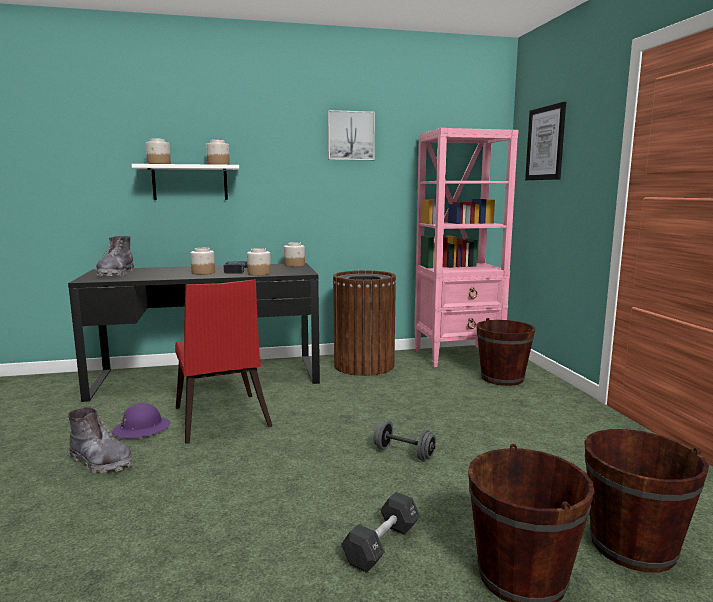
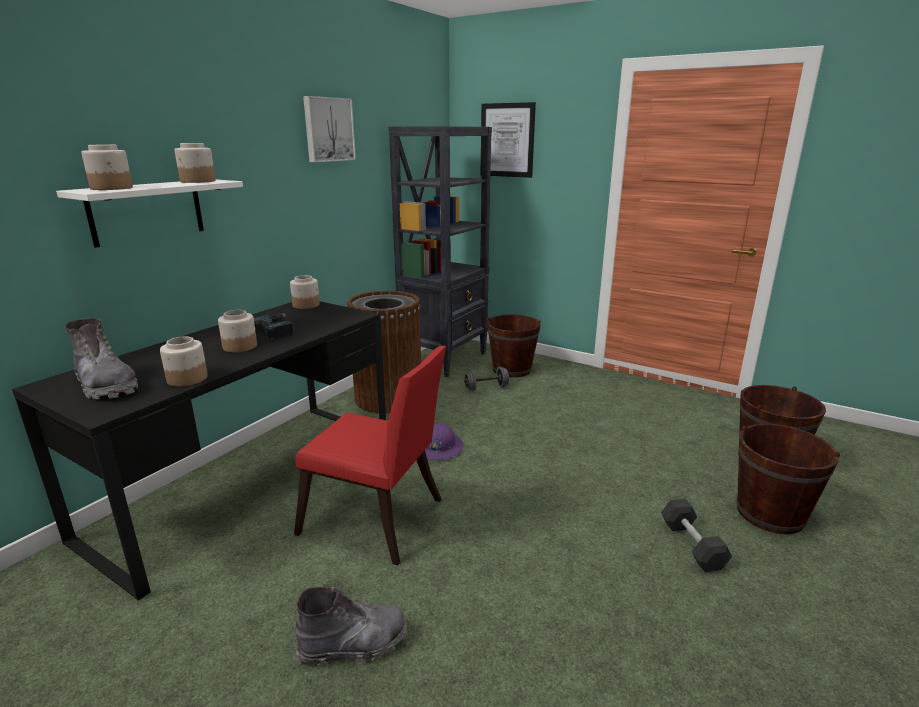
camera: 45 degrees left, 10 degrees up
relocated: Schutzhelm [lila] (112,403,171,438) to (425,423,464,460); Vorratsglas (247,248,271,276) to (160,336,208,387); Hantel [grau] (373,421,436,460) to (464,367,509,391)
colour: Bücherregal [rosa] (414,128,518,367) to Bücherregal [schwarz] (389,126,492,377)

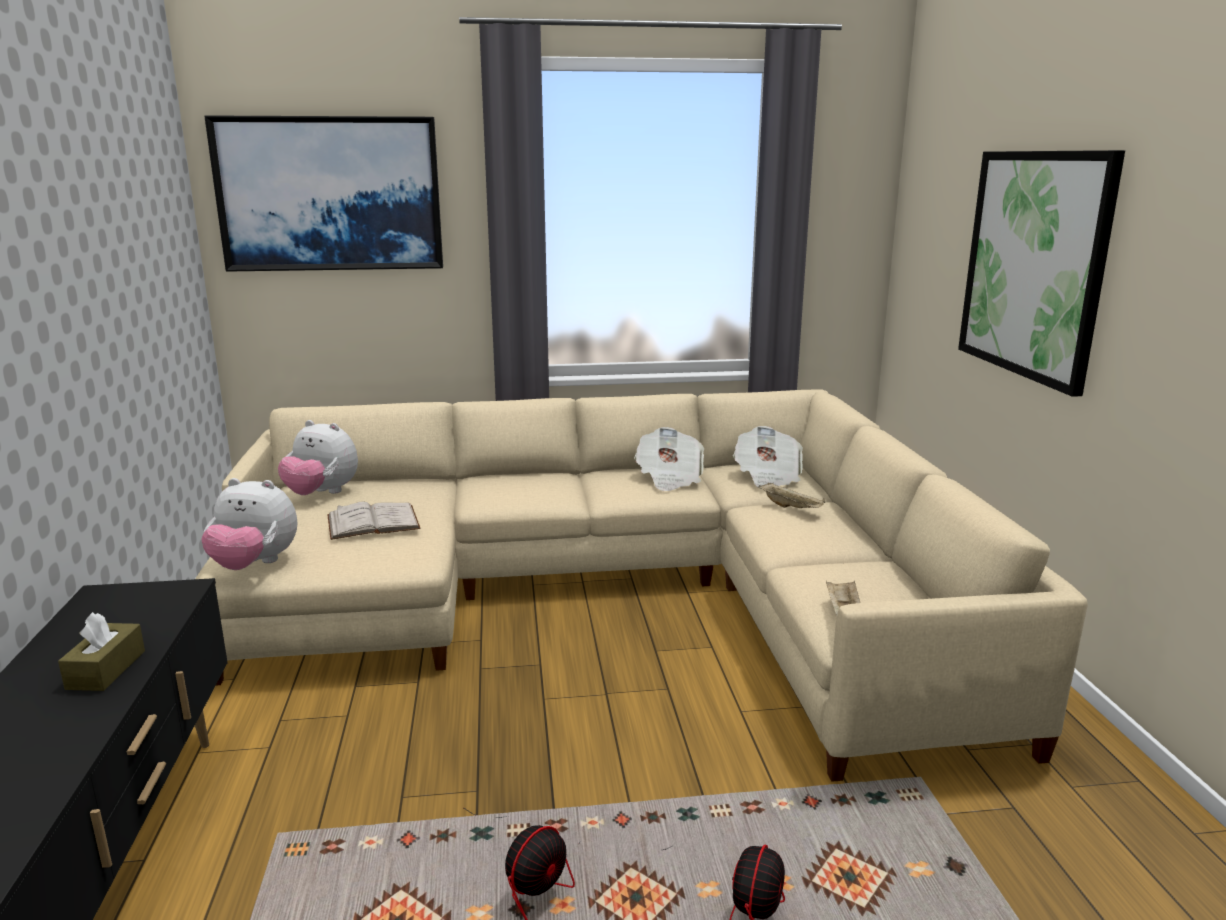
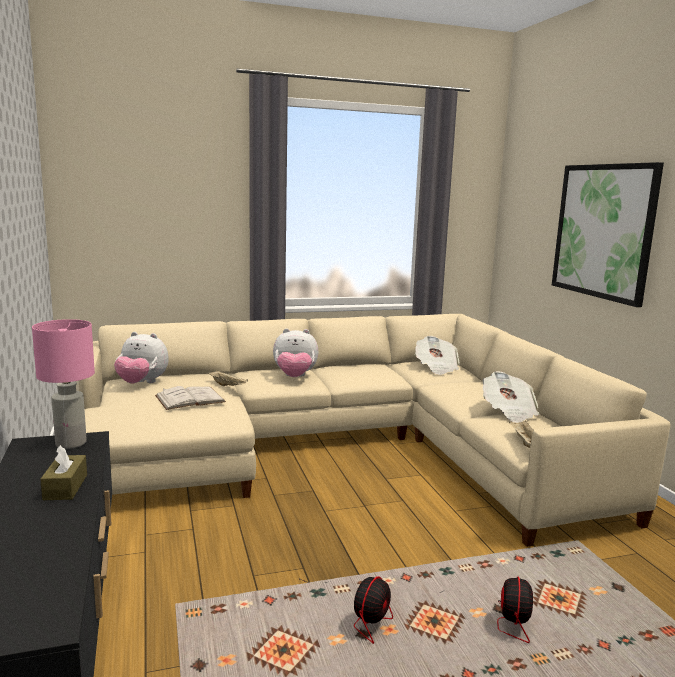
camera: 10 degrees left, 5 degrees down
missing: Bild (204,115,443,272)
appeared: Tischlampe [rosa] (32,319,95,449)
relocated: Plüschtier (201,478,298,570) to (273,328,318,377); Zeitung (634,427,704,491) to (482,371,539,423); Tablett [beige] (758,482,825,508) to (208,370,248,386)

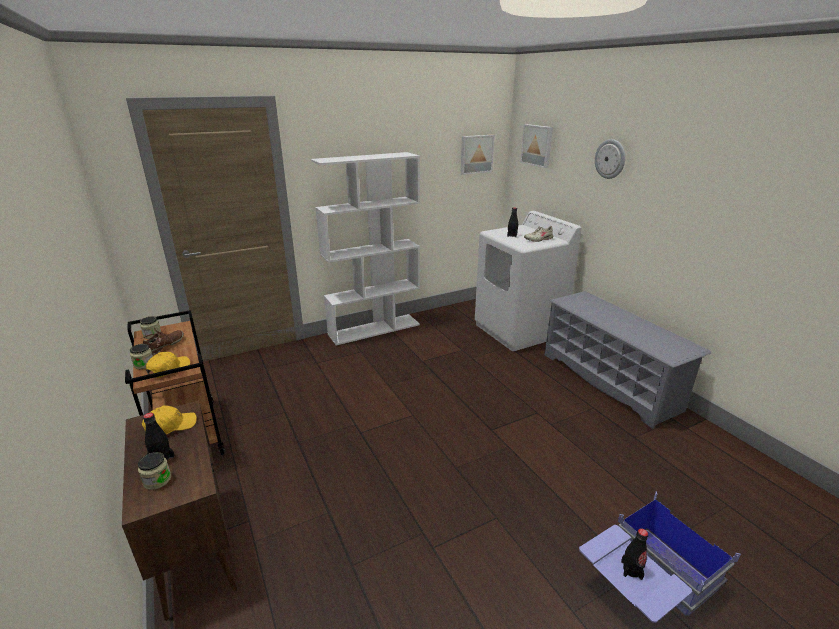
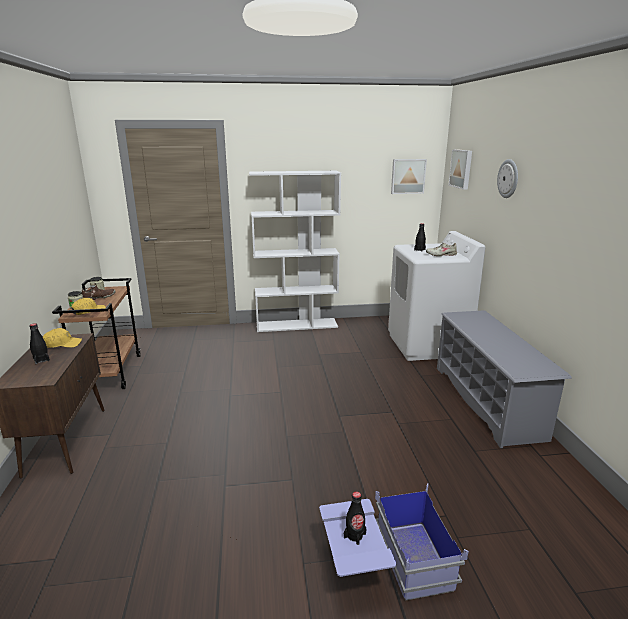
camera: 20 degrees right, 5 degrees down
missing: Vorratsglas (138,452,171,490)

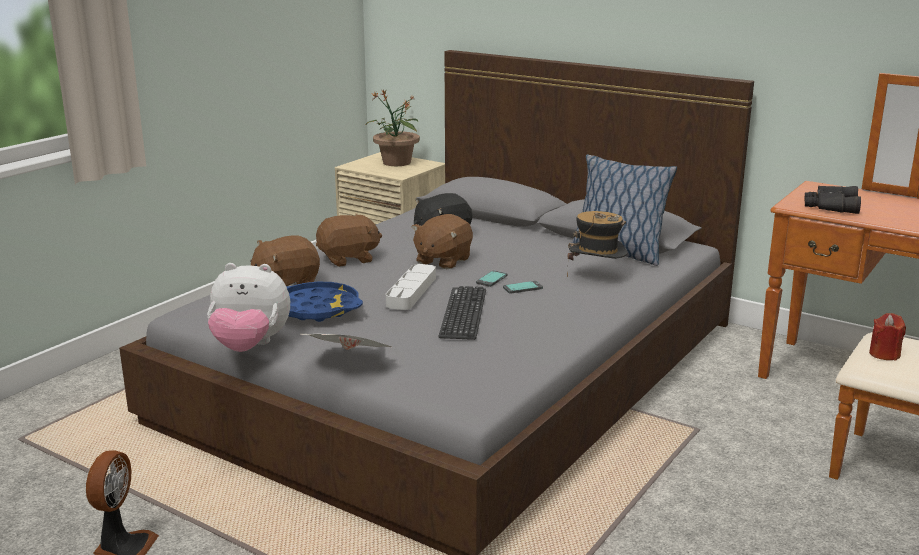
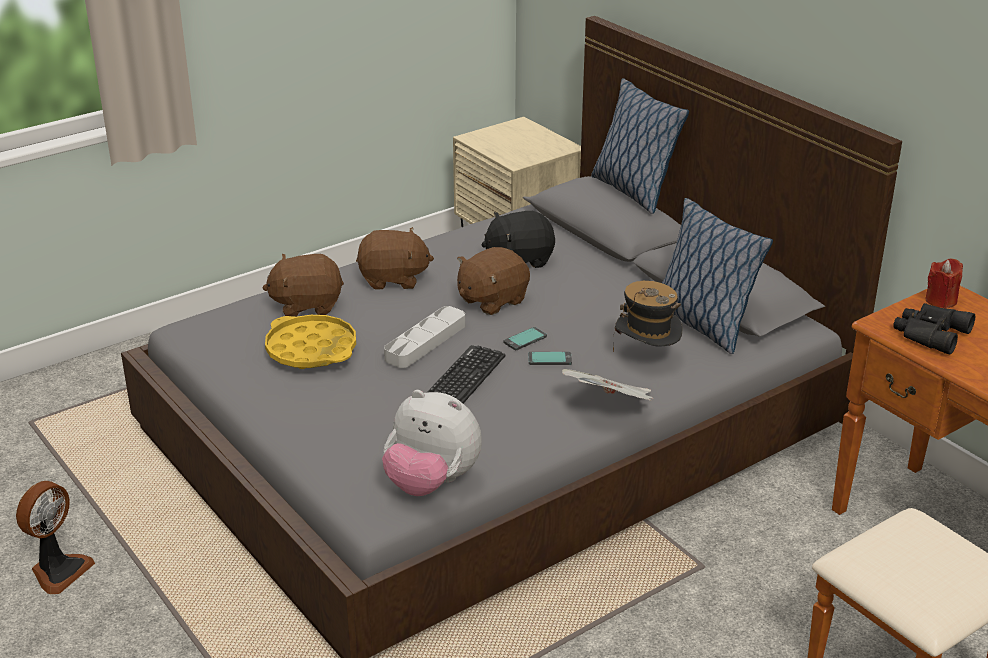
camera: 20 degrees right, 10 degrees up
missing: Topfpflanze (365,89,420,166)
appeared: Kissen (591,78,689,214)
relocated: Plüschtier (207,263,290,352) to (382,390,482,496); Zeitung (301,333,391,350) to (562,369,653,401); Kerze [rot] (869,313,906,360) to (925,258,963,309)
colour: Tablett [blau] (286,282,363,322) to Tablett [gelb] (265,315,356,369)

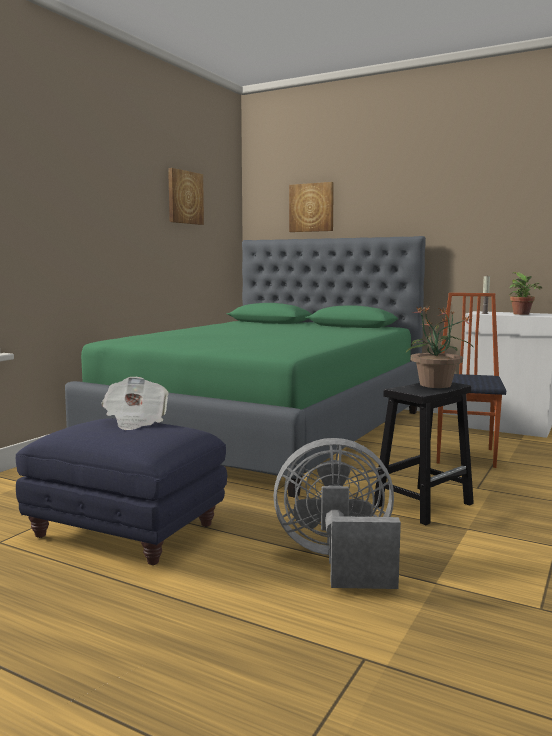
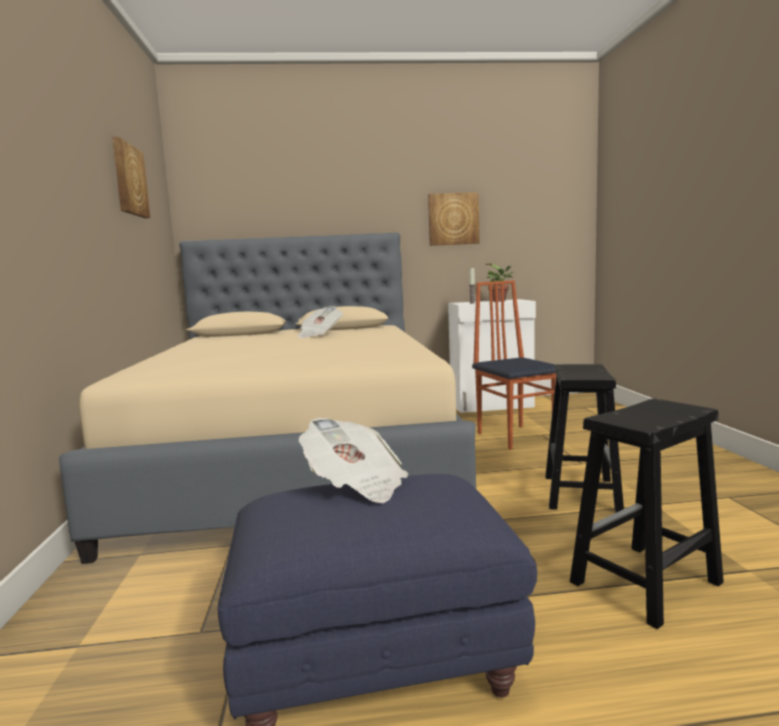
camera: 35 degrees left, 0 degrees up
missing: Topfpflanze (406,307,474,388)
appeared: Zeitung (297,306,343,338)
relocated: Bild (289,182,334,232) to (428,192,480,246)
exchanged: Ventilator [grau] (274,438,401,589) to Hocker [schwarz] (570,399,724,629)
colour: Bett [grün] (65,236,426,498) to Bett [beige] (59,233,476,564)

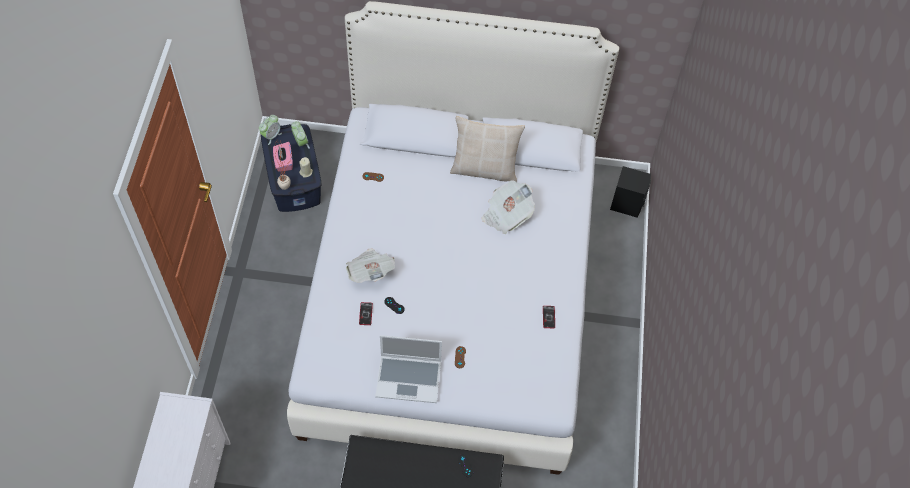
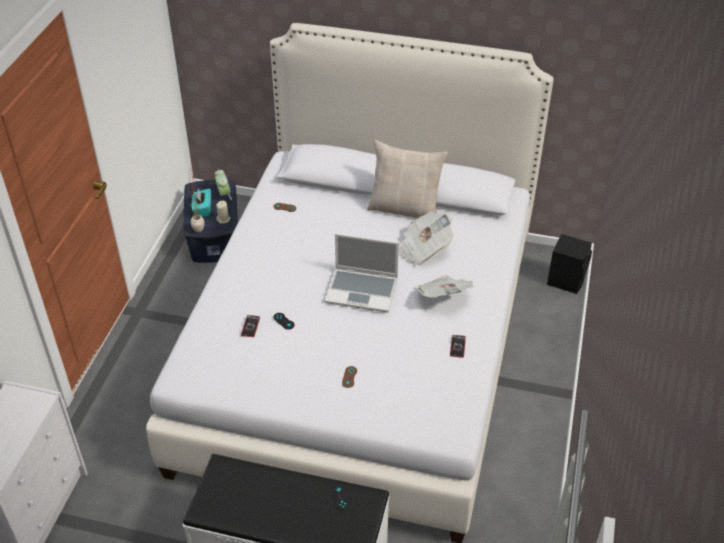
camera: 10 degrees right, 15 degrees down
missing: Wecker (259,115,282,145)
relocated: Zeitung (346,248,395,283) to (417,275,474,298); Laptop (375,335,442,403) to (325,234,399,313)
colour: Taschentuchbox [rosa] (273,142,293,172) to Taschentuchbox [türkis] (192,188,211,217)

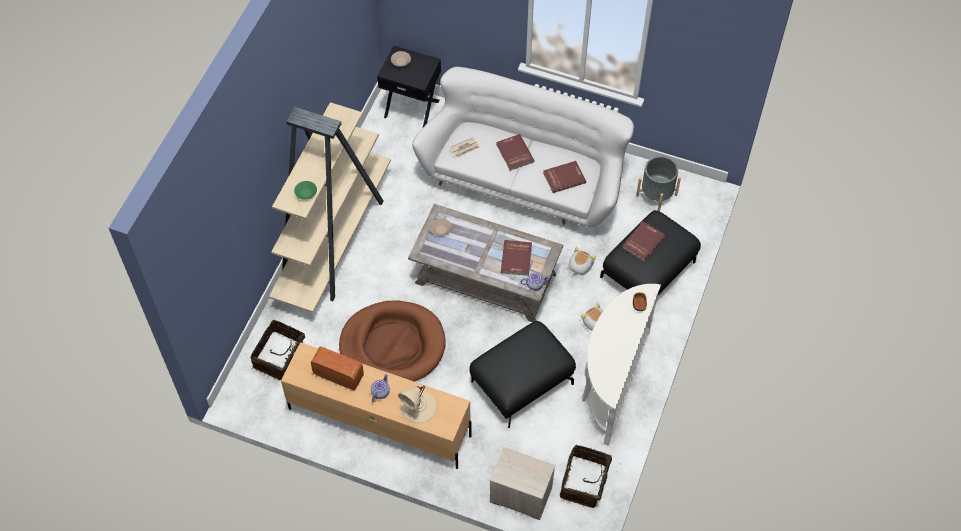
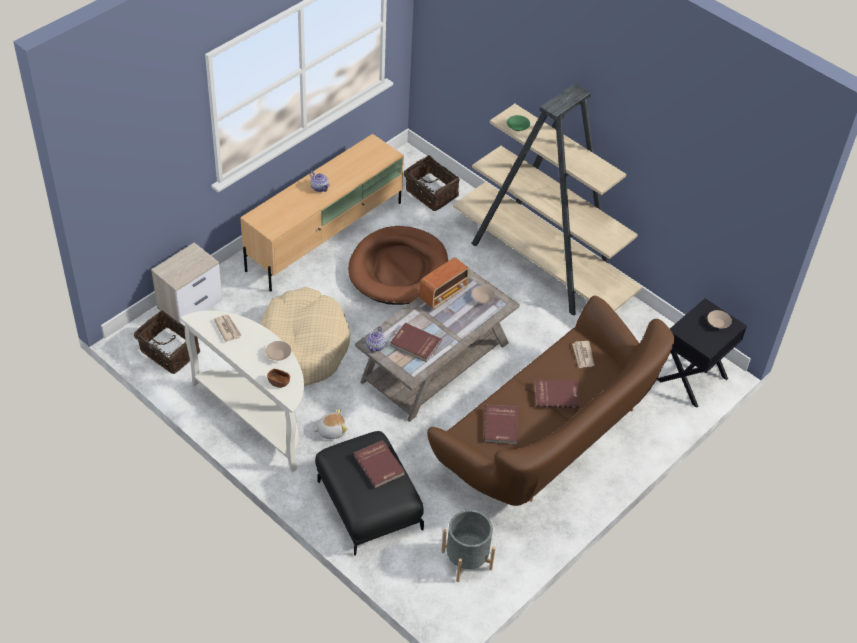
camera: 110 degrees right, 10 degrees down
missing: Tischlampe [beige] (398,385,437,424); Plüschtier (569,247,596,275)
appeared: Zeitung (214,315,242,342); Schüssel [beige] (265,341,291,361)
relocated: Radio (311,347,364,390) to (419,257,470,309)
exchanged: Polsterhocker [schwarz] (469,321,576,428) to Hundebett [beige] (260,287,350,386)
colour: Sofa [weiß] (412,67,634,227) to Sofa [braun] (427,296,674,506)

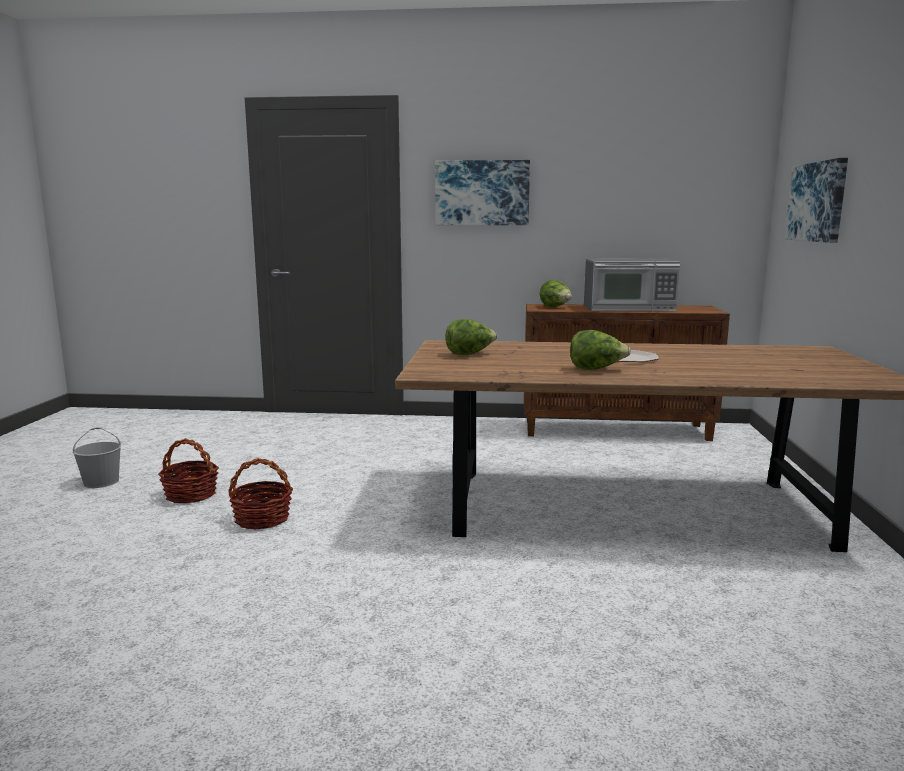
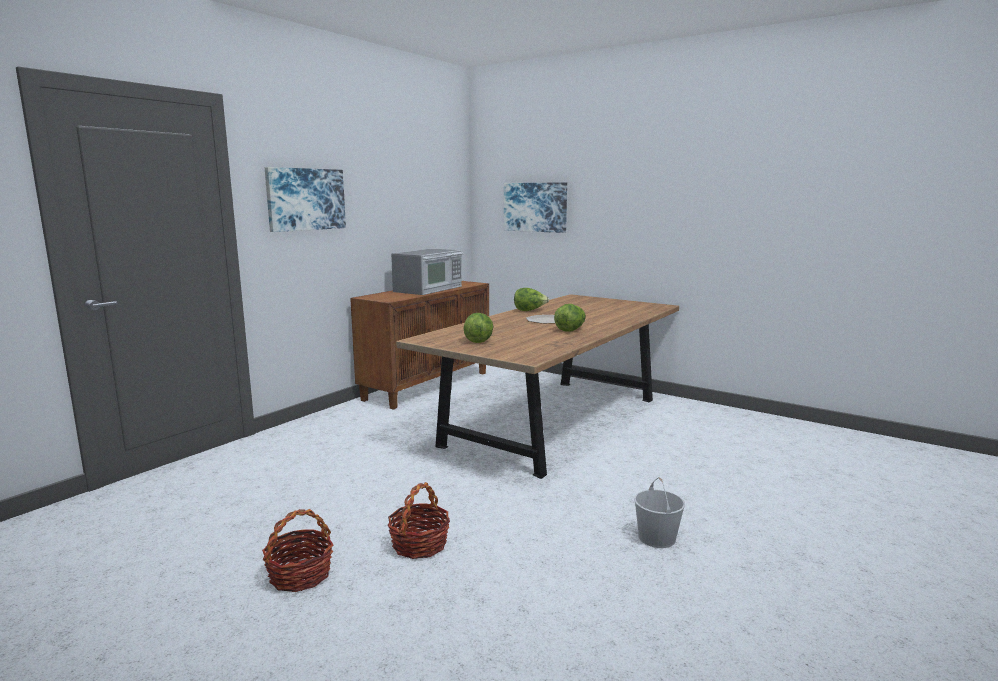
camera: 60 degrees left, 0 degrees up
relocated: Eimer [weiß] (73,428,121,488) to (634,477,685,548); Salatkopf (540,280,572,307) to (514,288,549,311)

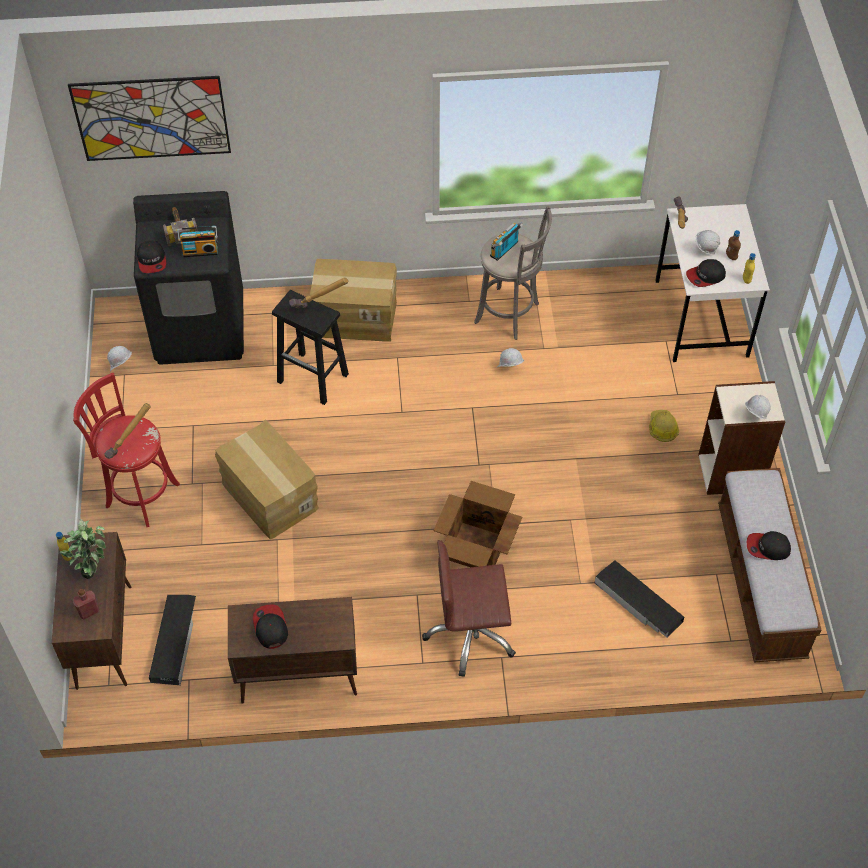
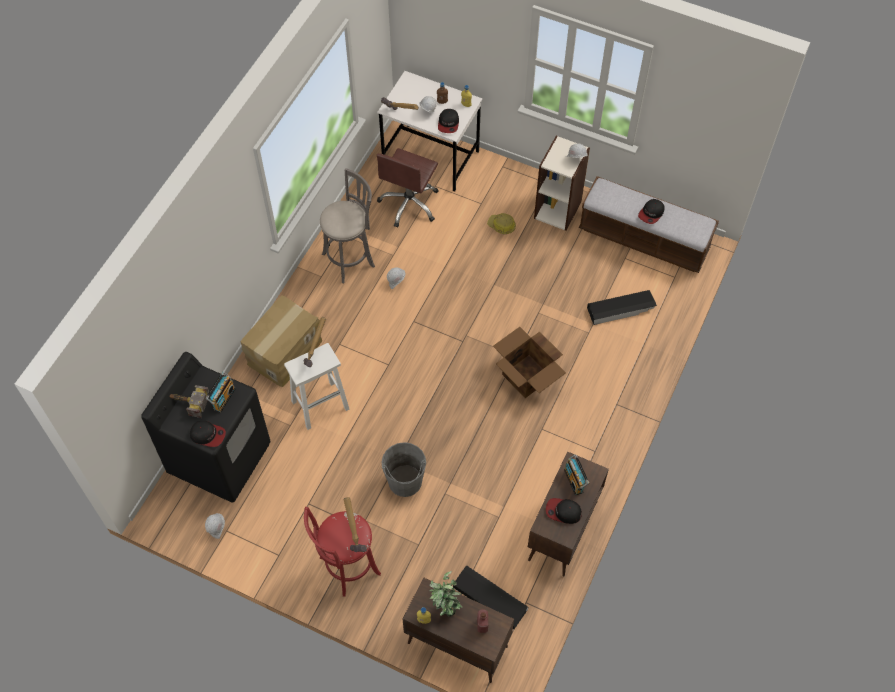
camera: 60 degrees left, 5 degrees up
missing: Bild (68,76,231,161)
relocated: Bürostuhl [braun] (422,540,516,677) to (377,148,439,228); Radio (490,223,523,261) to (564,455,589,496)
exchanged: Karton (215,420,319,540) to Eimer [grau] (381,442,426,497)
colour: Hocker [schwarz] (272,290,349,405) to Hocker [weiß] (284,343,350,430)

